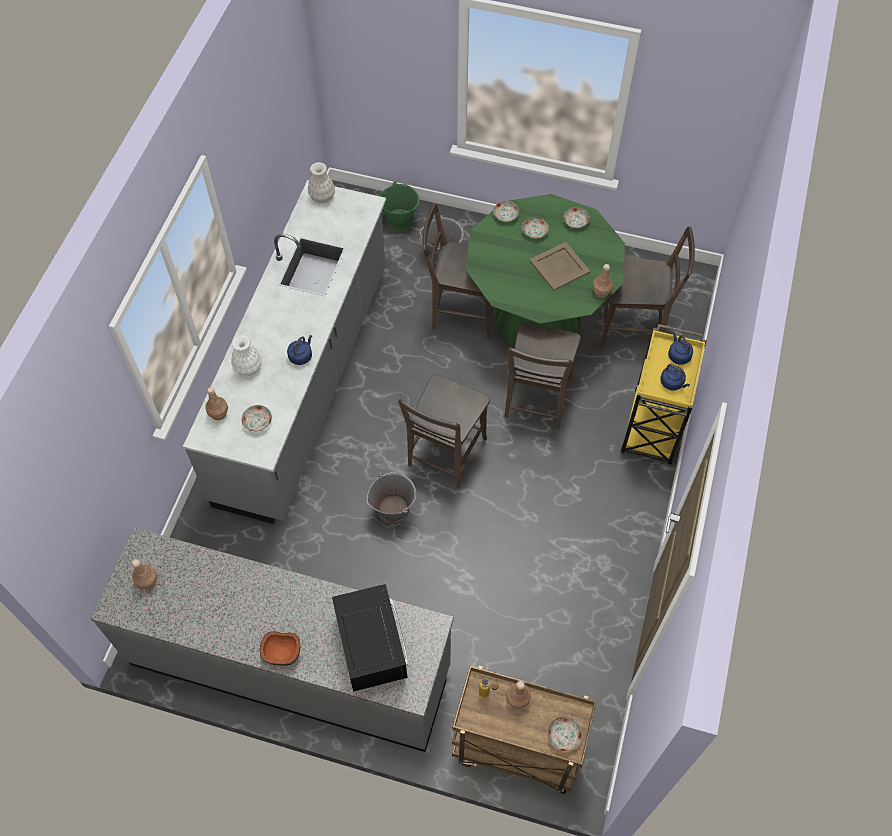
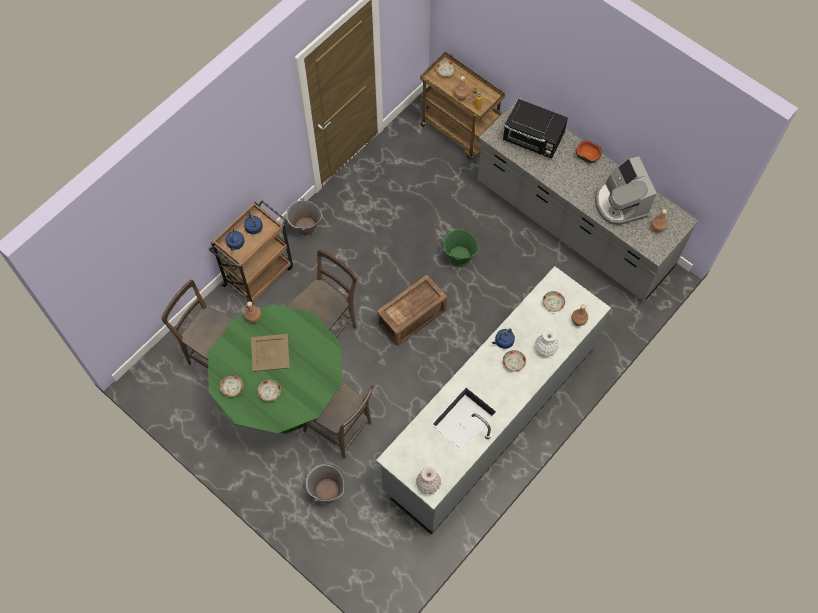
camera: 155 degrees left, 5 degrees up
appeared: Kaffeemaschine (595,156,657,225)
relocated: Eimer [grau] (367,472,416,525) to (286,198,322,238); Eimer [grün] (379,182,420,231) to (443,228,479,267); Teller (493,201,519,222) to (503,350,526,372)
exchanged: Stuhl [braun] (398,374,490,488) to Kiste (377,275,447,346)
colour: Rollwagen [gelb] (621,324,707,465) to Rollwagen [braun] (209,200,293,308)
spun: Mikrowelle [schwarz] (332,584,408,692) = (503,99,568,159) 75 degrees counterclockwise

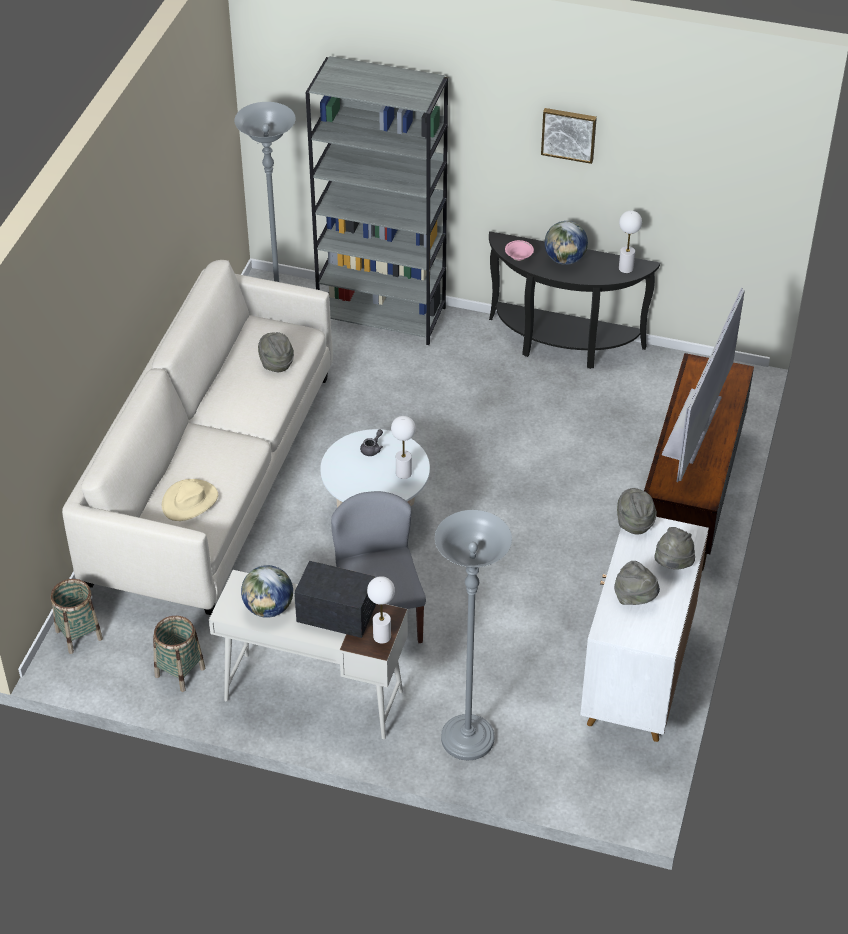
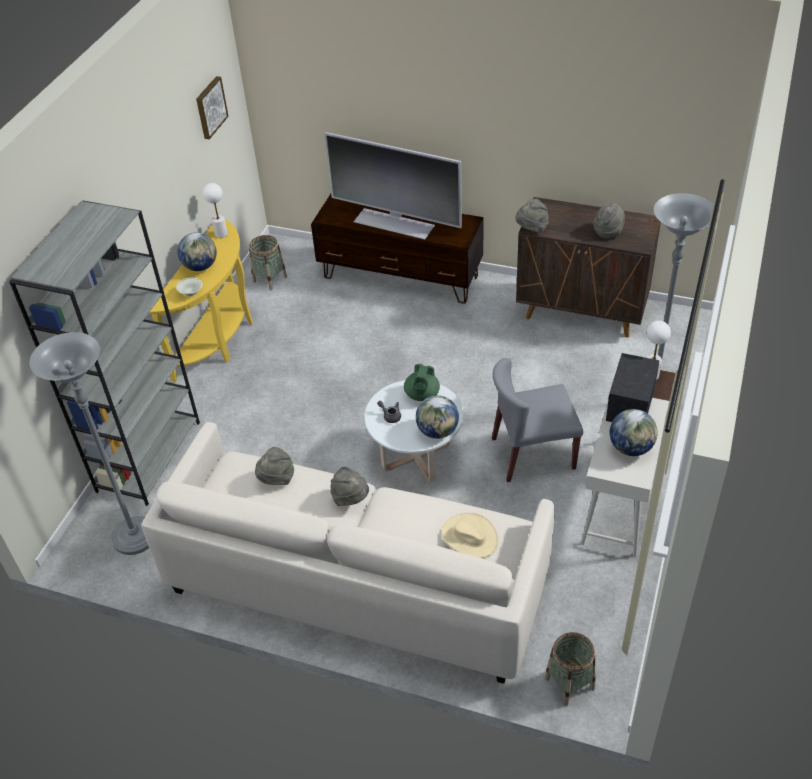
camera: 85 degrees left, 0 degrees up
appeared: Globus (416,395,459,439)
relocated: Korb (153,616,205,692) to (249,235,287,290); Bild (541,108,597,164) to (196,76,229,139); Hut [grau] (655,527,695,570) to (330,467,369,506)
exchanged: Tischlampe [weiß] (391,416,416,479) to Teekanne [grün] (404,364,440,401)
colour: Konsolentisch [schwarz] (489,231,660,369) to Konsolentisch [gelb] (148,219,253,382); Schüssel [rosa] (505,240,534,261) to Schüssel [weiß] (176,277,203,296); Schrank [weiß] (580,517,709,742) to Schrank [braun] (516,197,661,338)

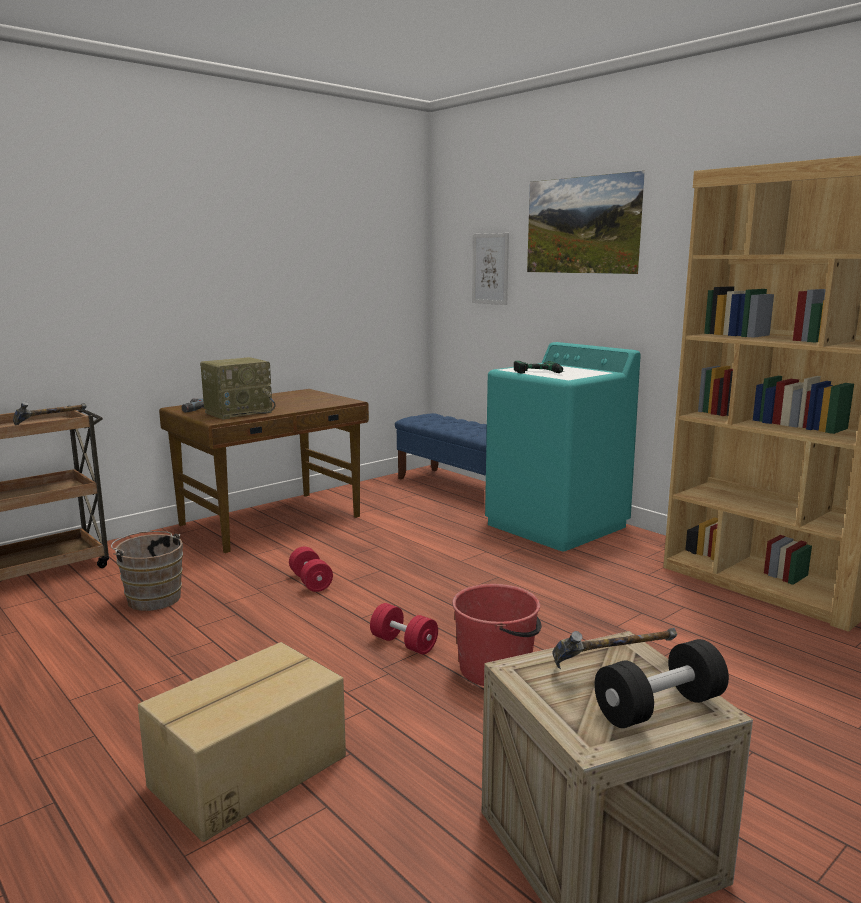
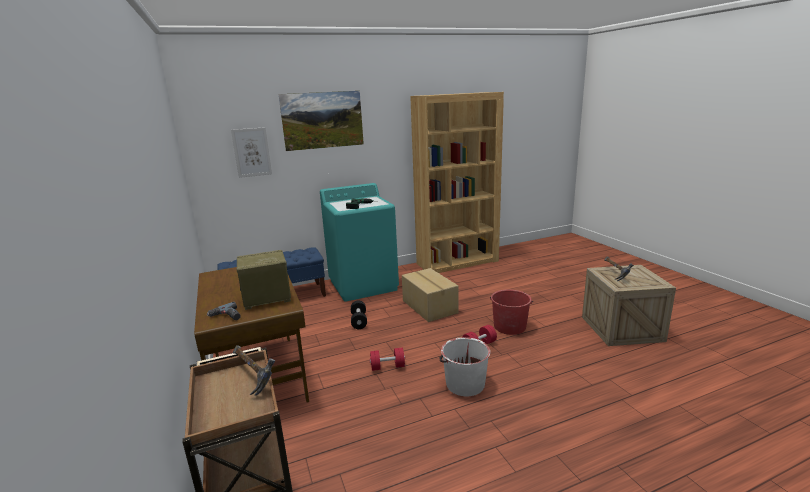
camera: 70 degrees left, 5 degrees up
missing: Eimer [braun] (111,531,183,611)
appeared: Eimer [weiß] (439,337,490,396)
relocated: Karton (138,642,346,842) to (402,268,459,322); Hantel [schwarz] (594,639,729,728) to (351,301,367,329)
spun: Radio (200,357,276,419) = (237,250,291,310) 90 degrees counterclockwise

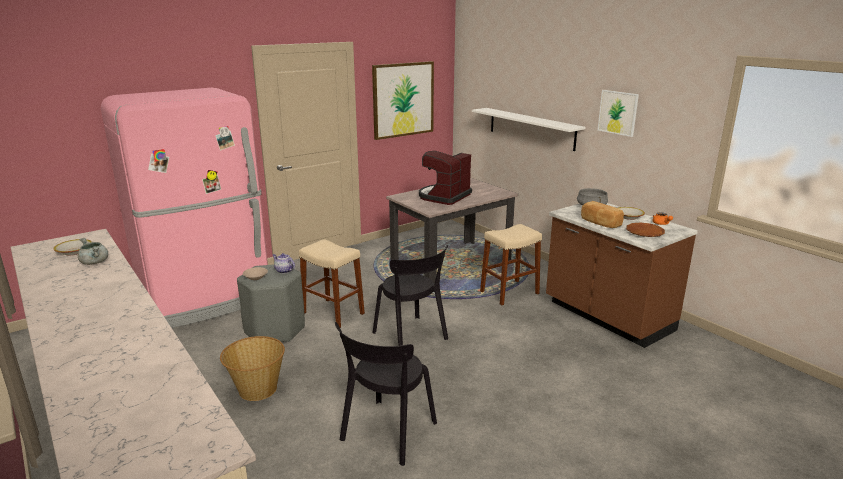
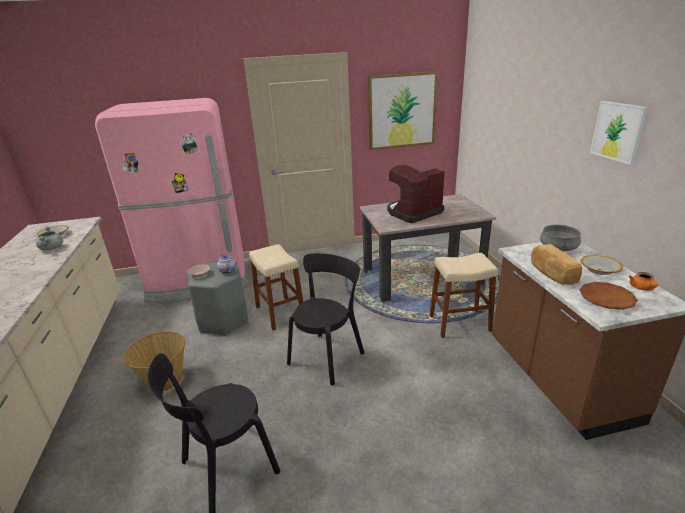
camera: 25 degrees right, 5 degrees up
missing: Wandregal [weiß] (472,108,586,151)
spun: Stuhl [schwarz] (373,245,448,346) = (287,253,364,386) 135 degrees counterclockwise

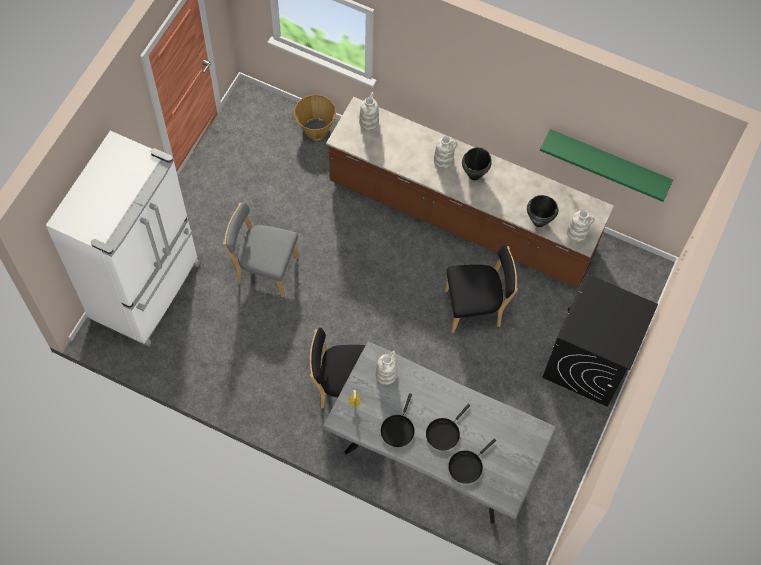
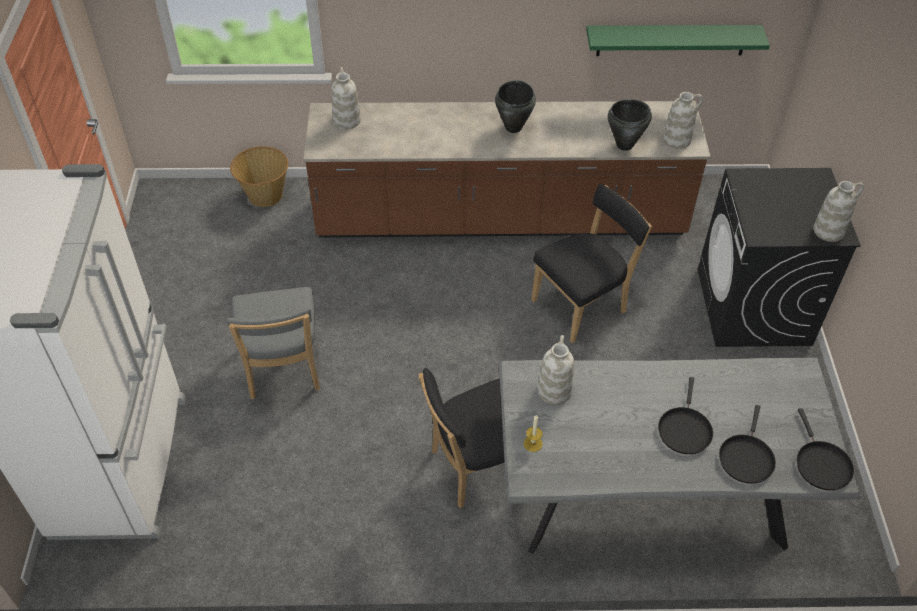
camera: 25 degrees left, 15 degrees down
relocated: Pfanne [schwarz] (381,393,415,447) to (797,408,854,491); Vase [weiß] (434,136,458,169) to (813,181,864,242)
spun: Stuhl [grau] (223,201,299,297) = (226,287,320,399) 90 degrees counterclockwise

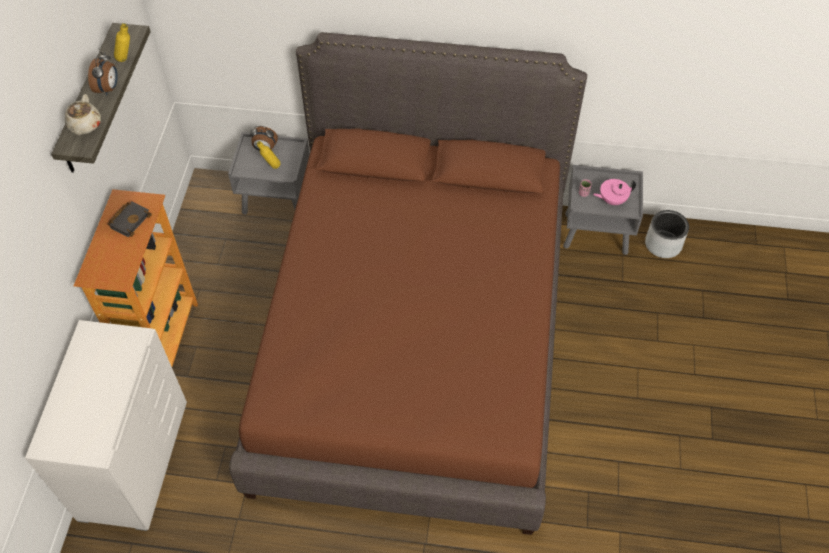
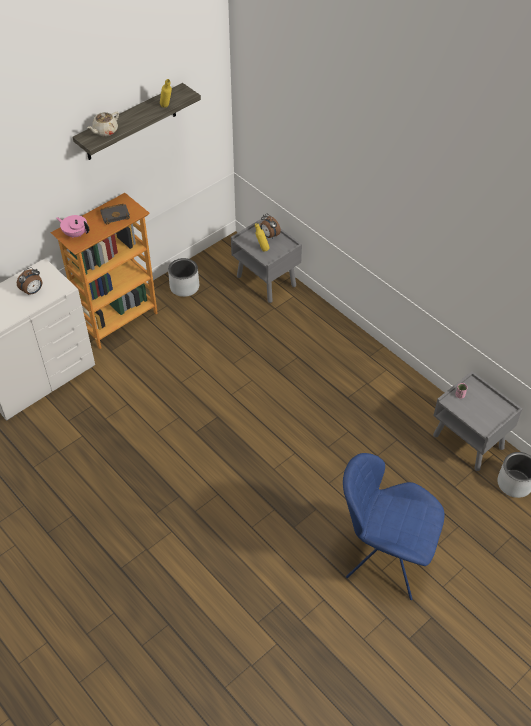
camera: 40 degrees right, 5 degrees down
missing: Bett [braun] (229,32,587,535)
appeared: Pflanzkübel [grau] (168,258,199,297); Stuhl [blau] (343,453,445,600)
relocated: Wecker (88,52,118,95) to (17,267,42,295); Teekanne [rosa] (593,179,636,205) to (57,215,89,238)

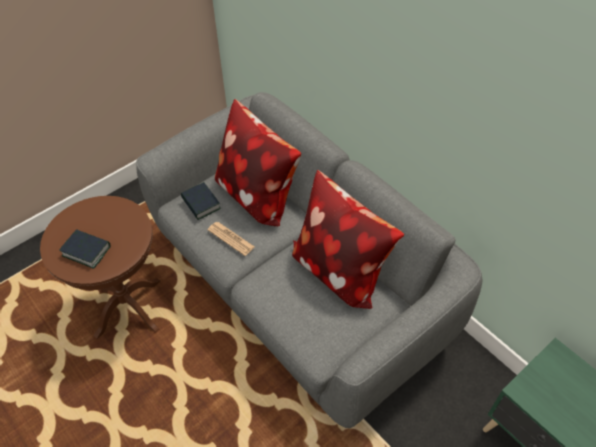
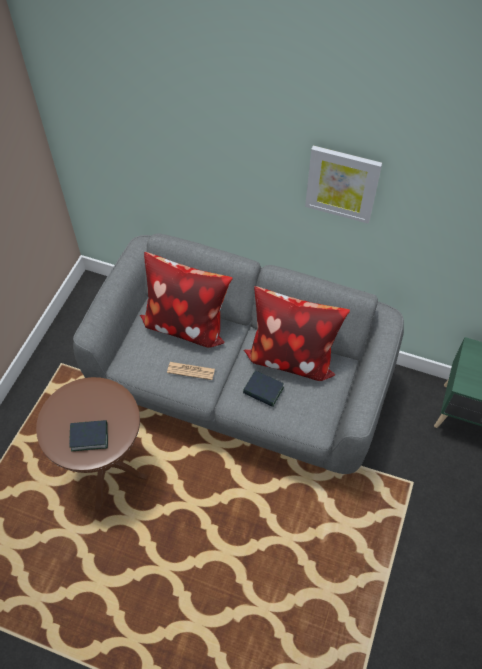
camera: 30 degrees left, 5 degrees up
appeared: Bild (305,146,382,223)
relocated: Buch (181,182,221,220) to (243,371,284,407)

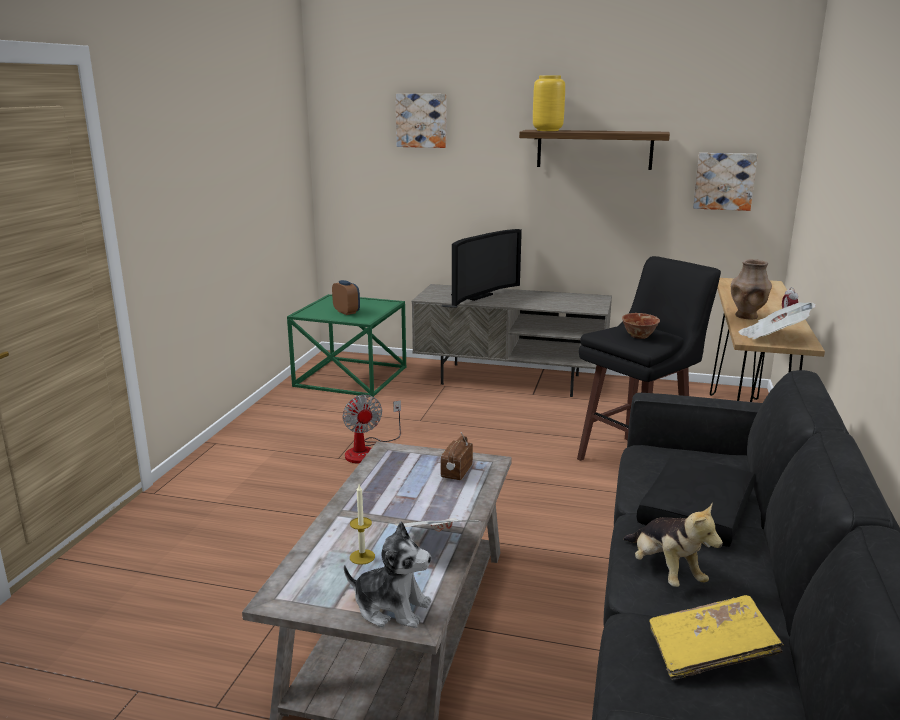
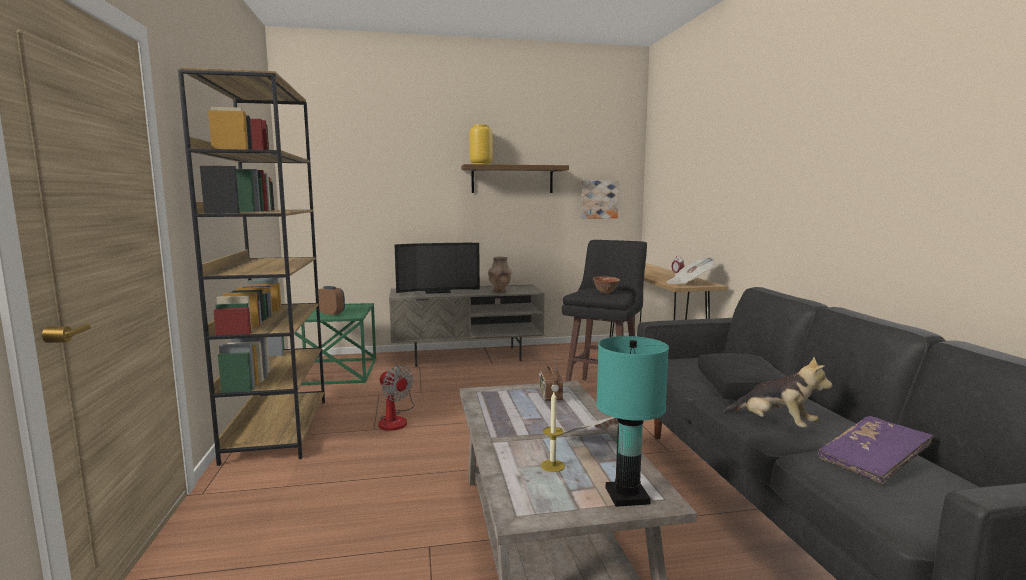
camera: 25 degrees left, 10 degrees down
missing: Bild (395,94,447,148)
appeared: Bücherregal [braun] (178,68,325,466)
relocated: Vase [braun] (731,259,772,319) to (488,257,512,293)
exchanged: Plüschtier (344,522,431,628) to Tischlampe [türkis] (596,336,669,507)
colour: Buch [gelb] (649,595,784,680) to Buch [lila] (818,416,934,484)
spun: Fernseher (451,229,522,306) = (394,243,480,294) 60 degrees clockwise

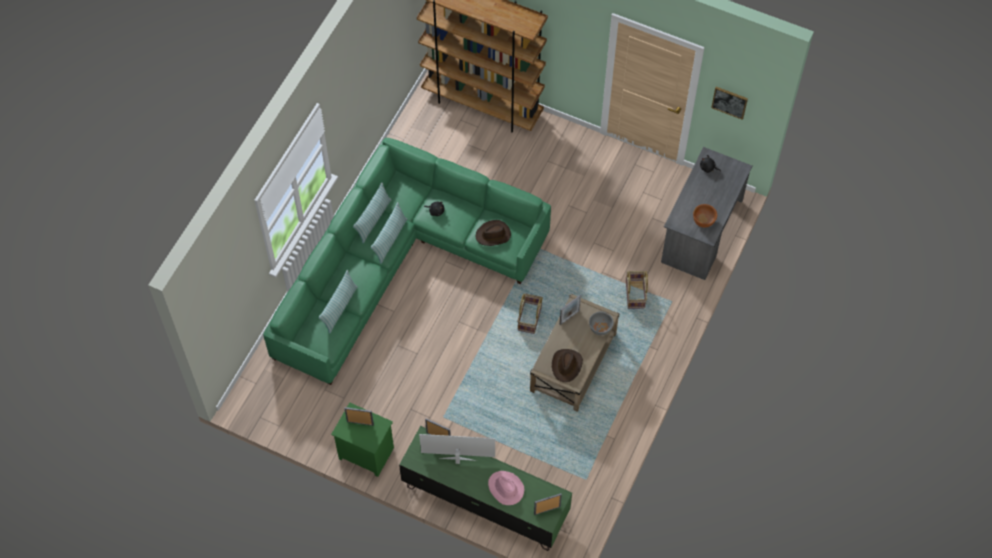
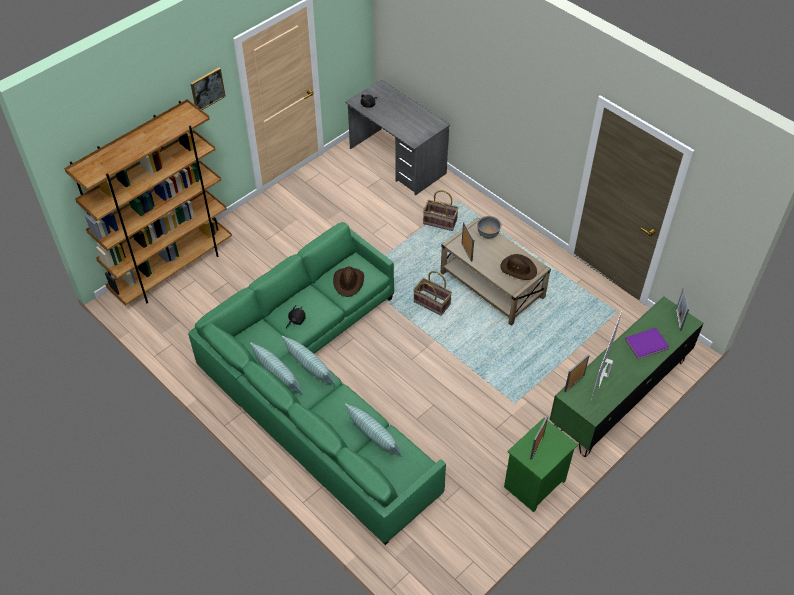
camera: 70 degrees left, 10 degrees down
missing: Schüssel [braun] (693,204,717,227)
relocated: Bild (711,87,748,120) to (190,67,226,110)
exchanged: Hut [rosa] (488,471,524,505) to Buch [lila] (625,328,669,359)

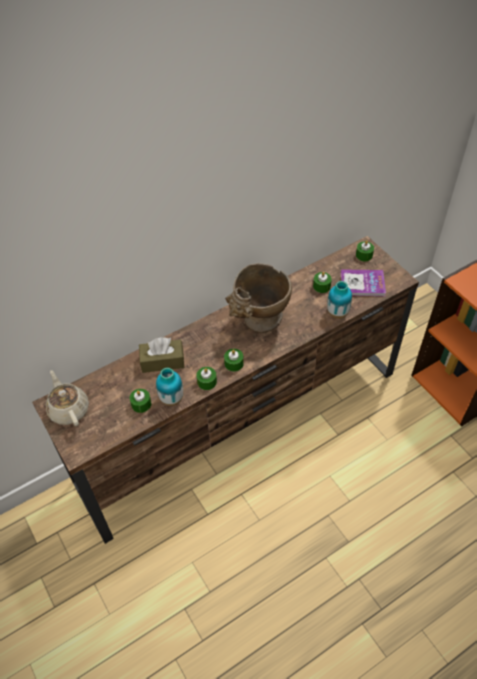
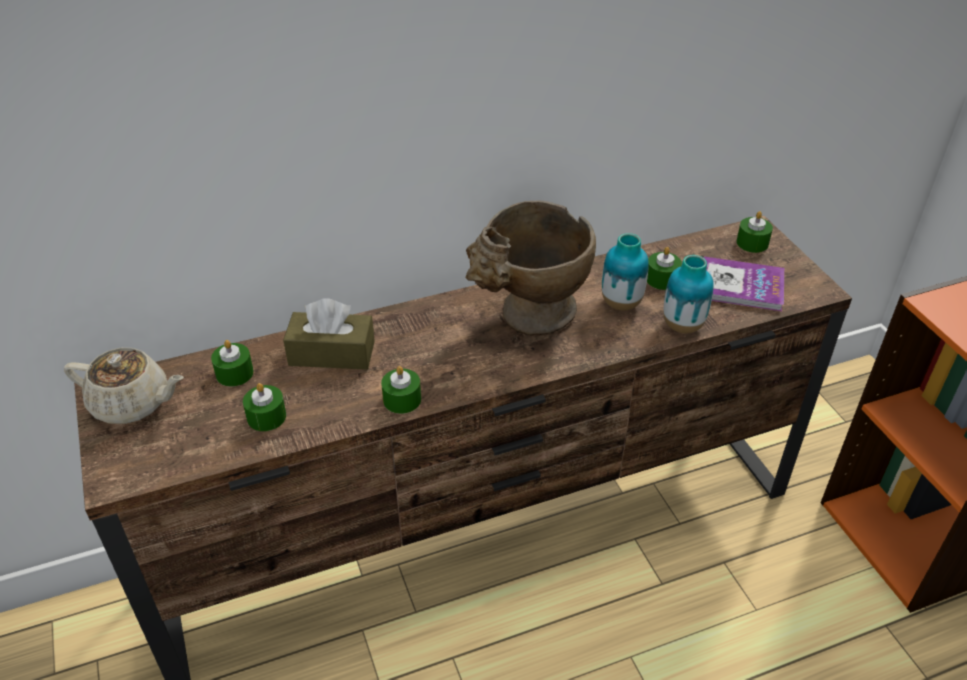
camera: 10 degrees right, 10 degrees down
relocated: Vase (156,368,183,406) to (602,233,649,310); Kerze [grün] (224,349,244,372) to (211,340,254,387)
spun: Teekanne [beige] (45,370,89,426) = (64,348,184,424) 120 degrees clockwise

